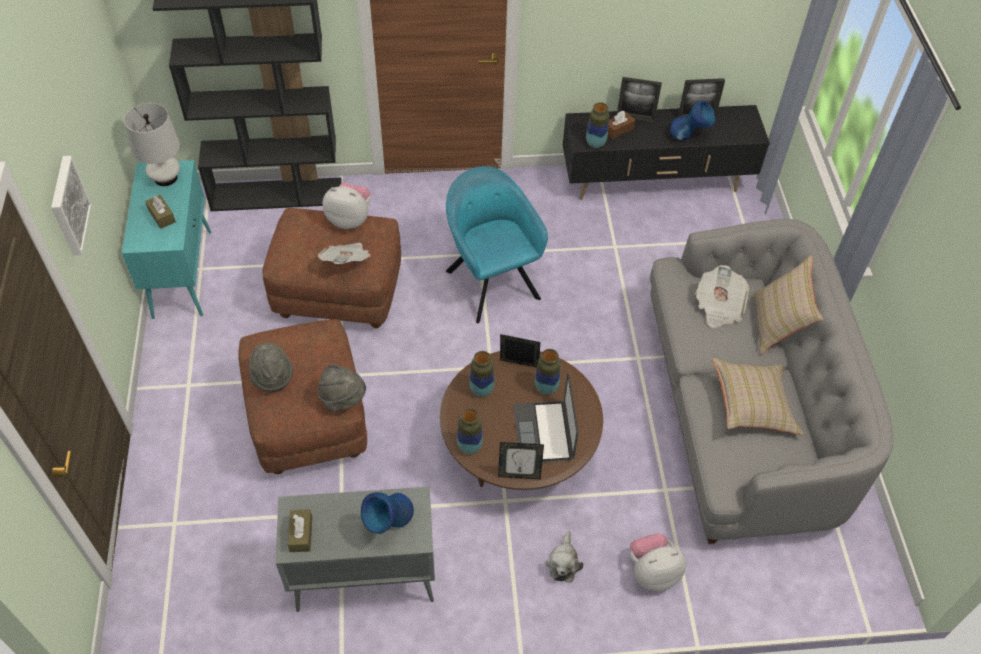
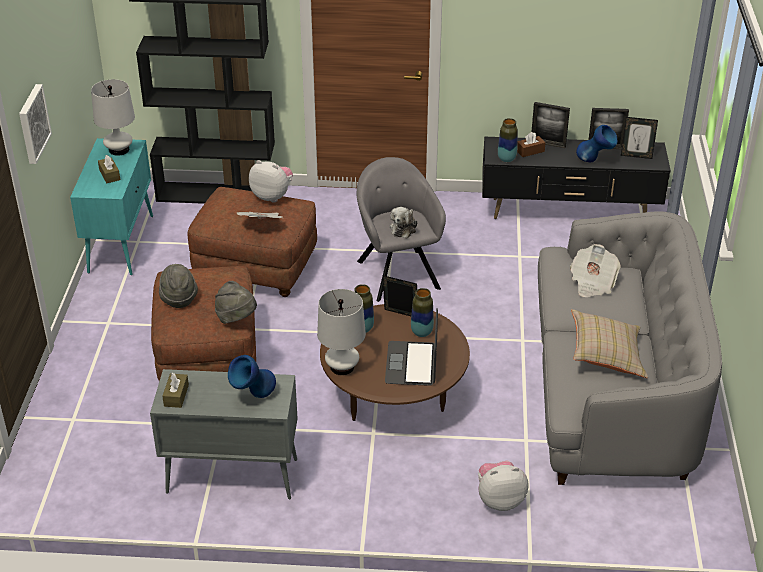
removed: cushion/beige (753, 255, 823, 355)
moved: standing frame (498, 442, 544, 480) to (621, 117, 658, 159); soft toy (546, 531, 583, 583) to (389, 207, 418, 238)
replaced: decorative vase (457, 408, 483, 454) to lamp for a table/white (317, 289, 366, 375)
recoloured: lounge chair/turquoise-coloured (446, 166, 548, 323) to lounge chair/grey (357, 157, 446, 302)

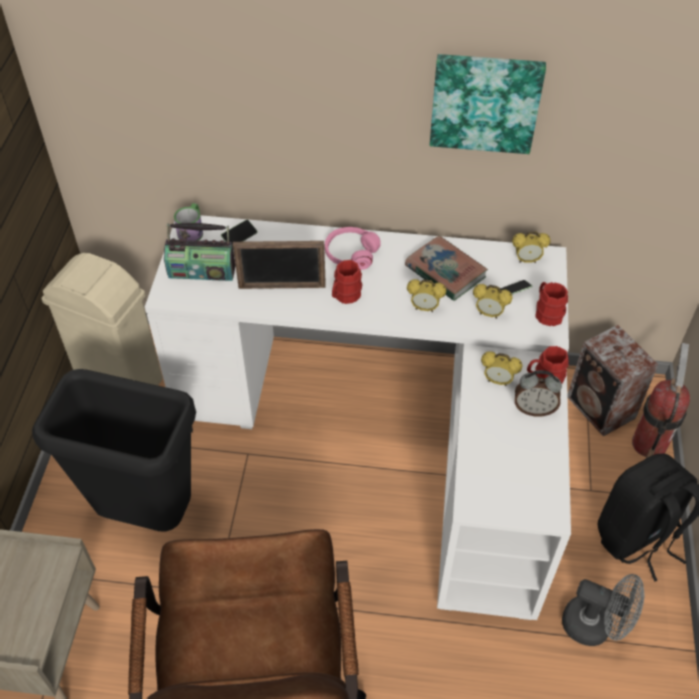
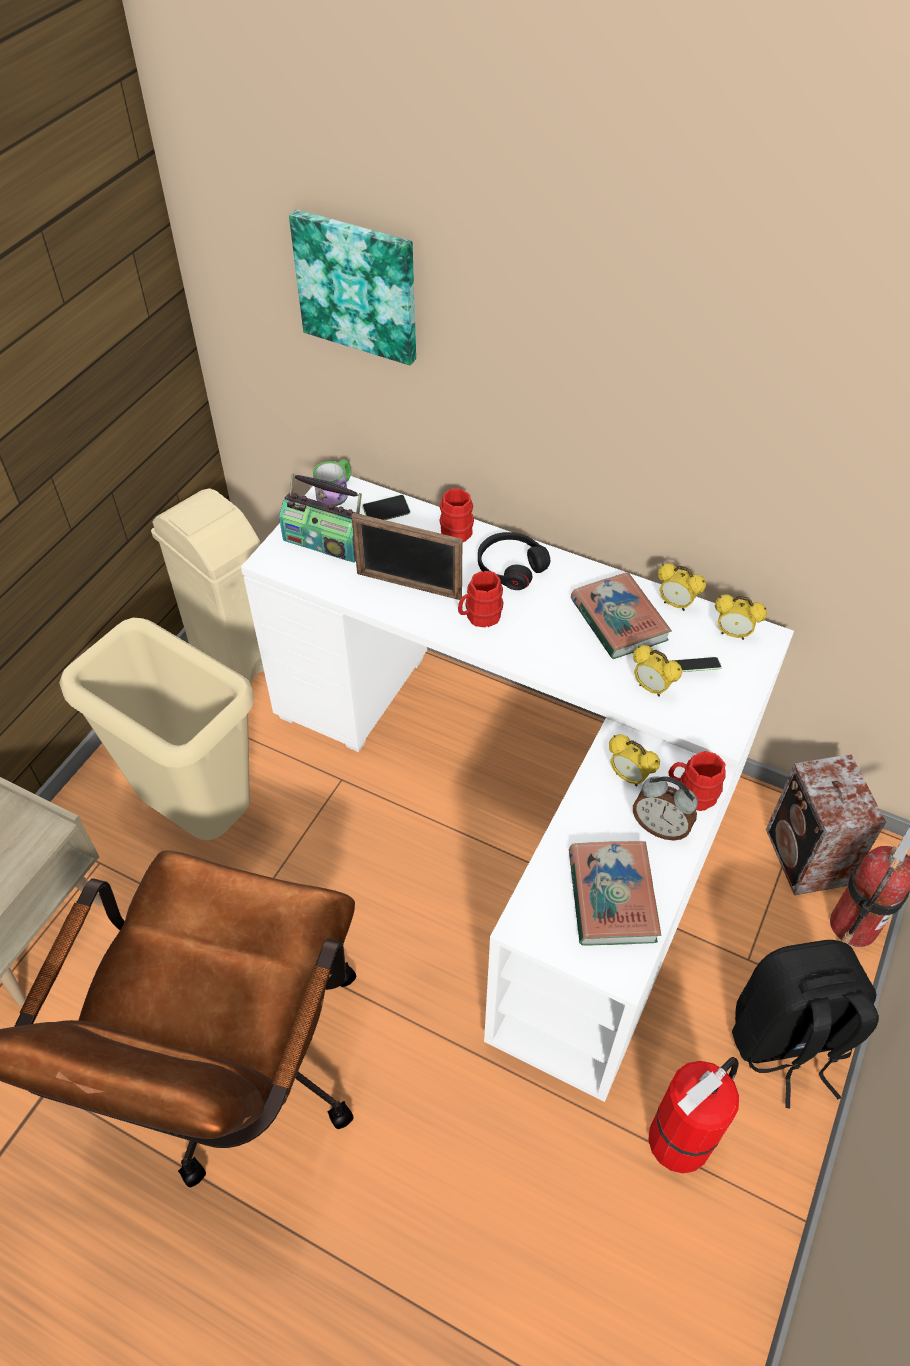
added: bound book (569, 841, 661, 946)
moved: bedside clock (407, 279, 446, 312) to (658, 563, 706, 611); wall art (430, 54, 546, 154) to (289, 210, 416, 365); mug/reddish (535, 282, 568, 326) to (440, 488, 474, 542)
replaced: fan/grey (562, 574, 645, 646) to fire-fighting cylinder (648, 1057, 739, 1174)
recoloured: rubbish bin/blackish (32, 369, 196, 532) to rubbish bin/beige (59, 618, 254, 840); headset/pink (325, 227, 381, 270) to headset/blackish (478, 532, 550, 590)

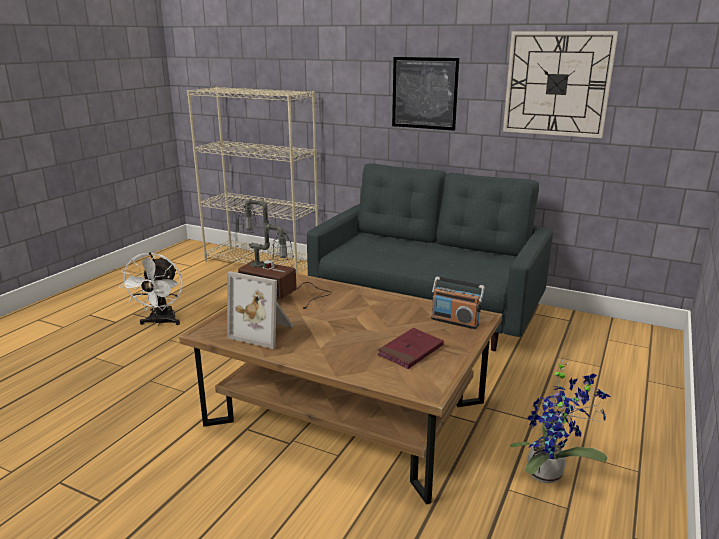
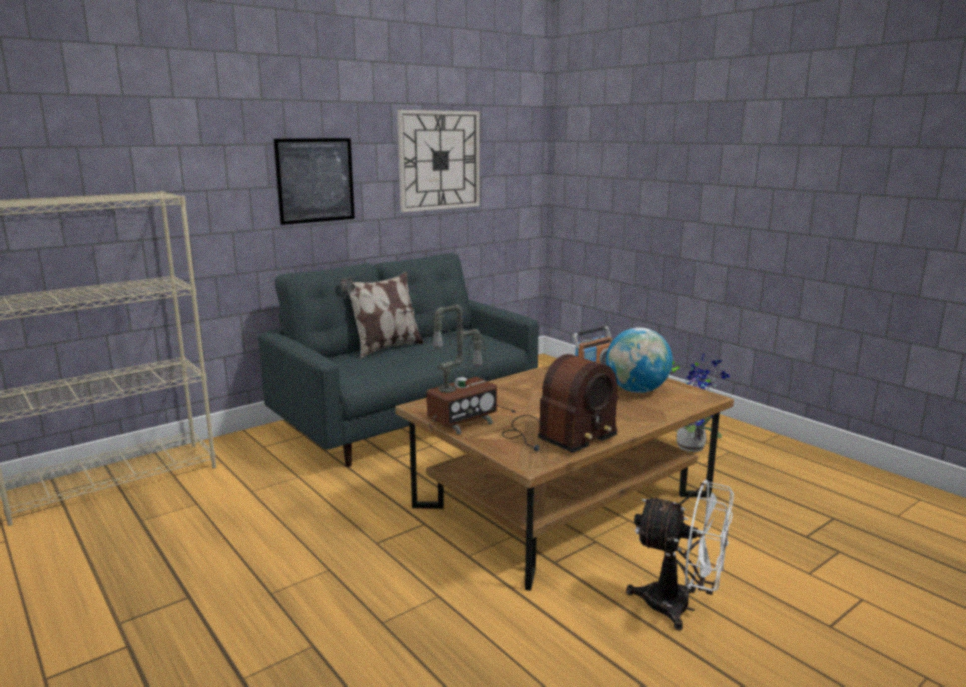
added: cushion (340, 272, 424, 358)
moved: fan/white (120, 252, 183, 326) to (626, 480, 734, 631)
replaced: standing frame (227, 271, 293, 349) to radio (502, 354, 618, 453); bound book/reddish (377, 328, 444, 369) to globe (606, 327, 673, 393)

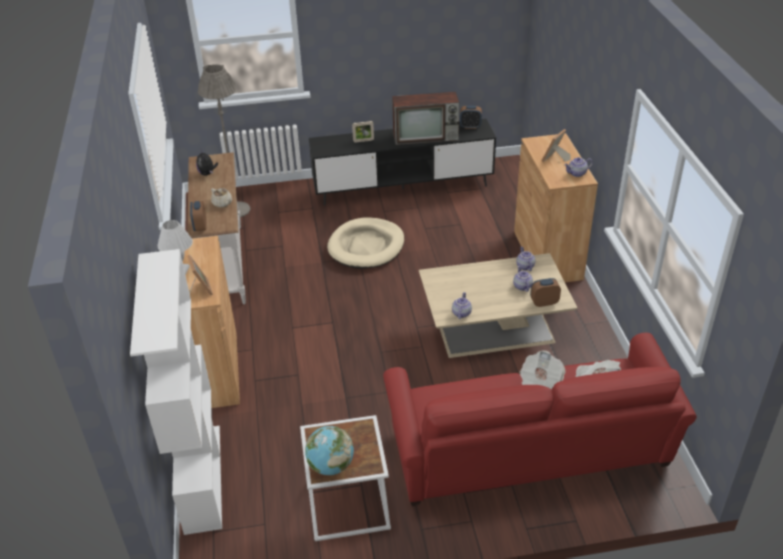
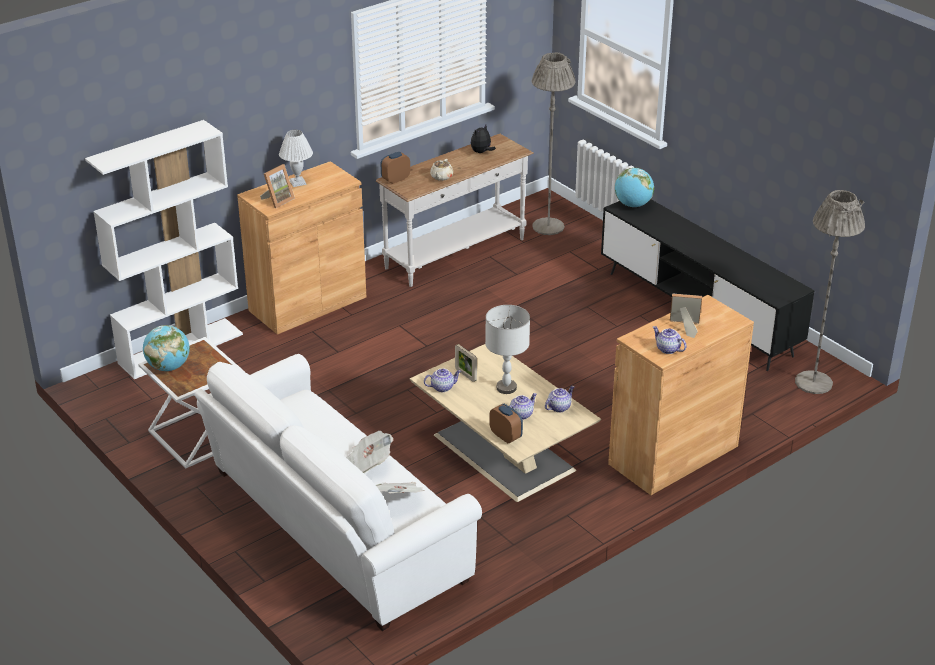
removed: dog bed/beige (327, 217, 404, 269); TV set (392, 92, 459, 145); bedside clock (460, 105, 482, 129)
added: lamp for a table/grey (485, 305, 530, 394); globe (615, 168, 654, 207); floor lamp/grey (795, 190, 865, 394)
moved: standing frame (352, 121, 374, 143) to (455, 344, 477, 382)
recoloured: settee/reddish (383, 333, 697, 506) to settee/white (195, 354, 482, 631)

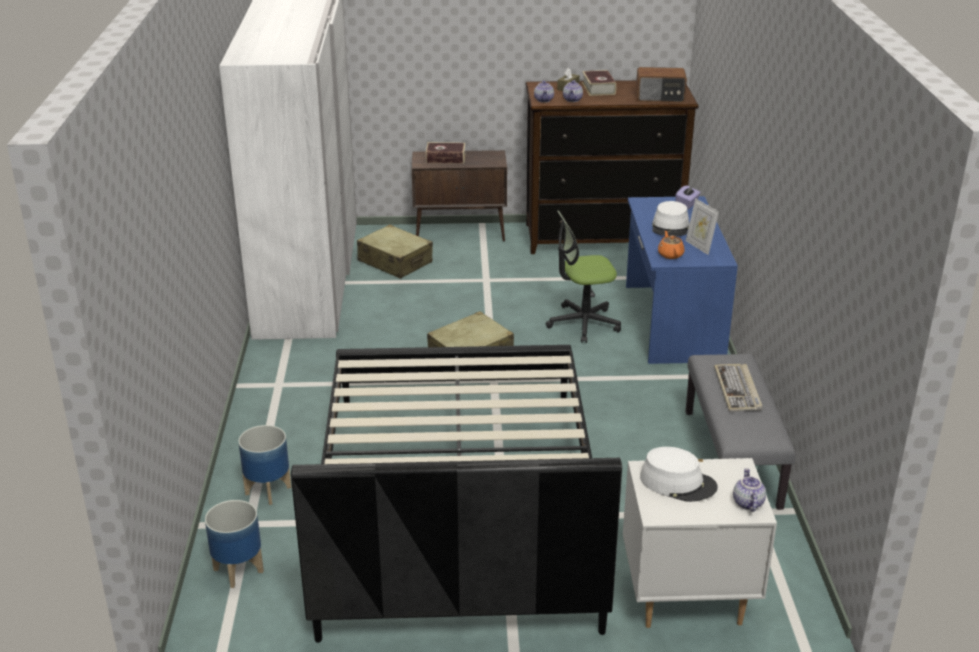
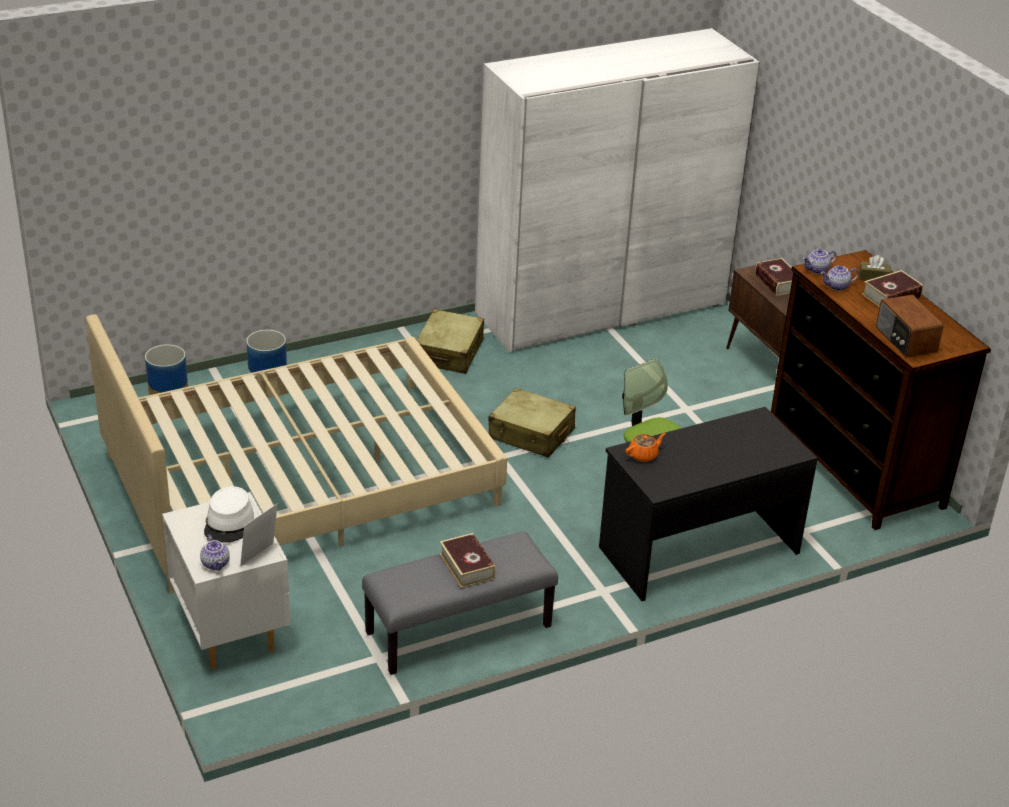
removed: hat/white (652, 201, 689, 236); tissue box/purple (675, 185, 701, 209)
moved: suitcase/beige (357, 225, 433, 279) to (417, 309, 484, 374); standing frame (686, 198, 719, 255) to (240, 503, 278, 566)
replaced: PC keyboard (714, 364, 763, 412) to bound book (440, 533, 496, 588)
recoloured: bedroom bed/blackish (291, 345, 622, 643) to bedroom bed/beige (86, 315, 507, 593); desk unit/bluish (626, 196, 738, 364) to desk unit/blackish (599, 407, 818, 601)
turned: tea pot (733, 468, 766, 512) = (200, 535, 230, 571) 90 degrees clockwise

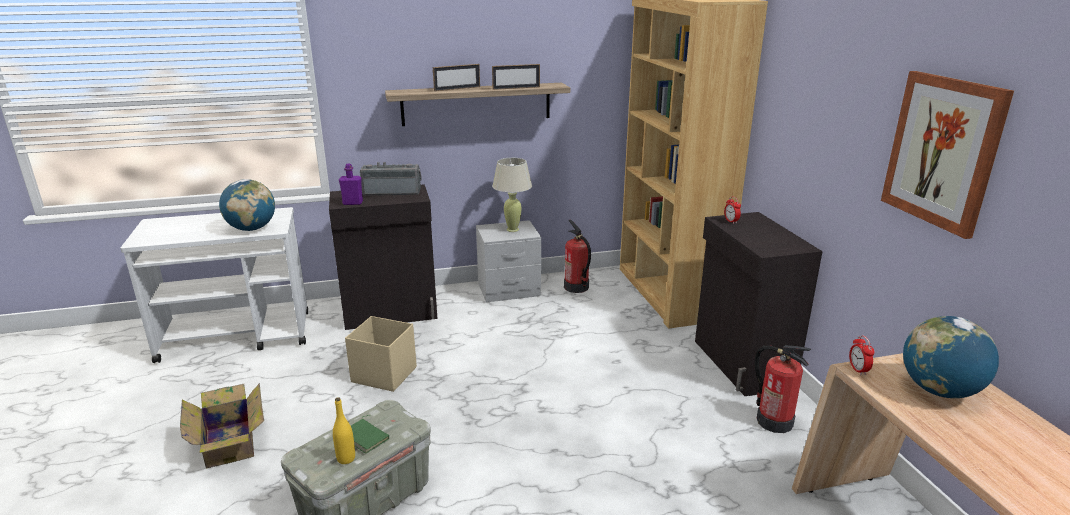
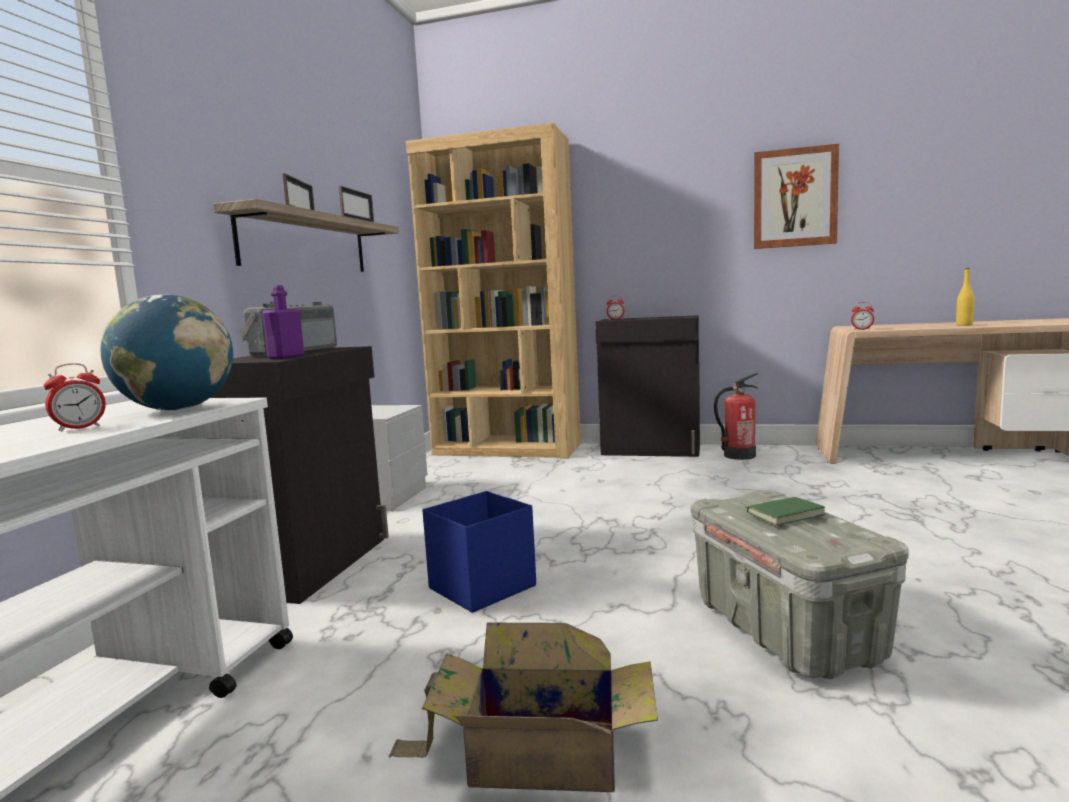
removed: lamp for a table/beige (492, 158, 532, 232); fire-fighting cylinder (564, 220, 591, 293); globe (903, 316, 999, 398)
added: bedside clock (44, 363, 106, 432)
moved: beverage bottle/yellow-coloured (333, 397, 355, 464) to (956, 268, 975, 326)
recoloured: storage container/beige (345, 316, 417, 392) to storage container/bluish (423, 491, 536, 613)

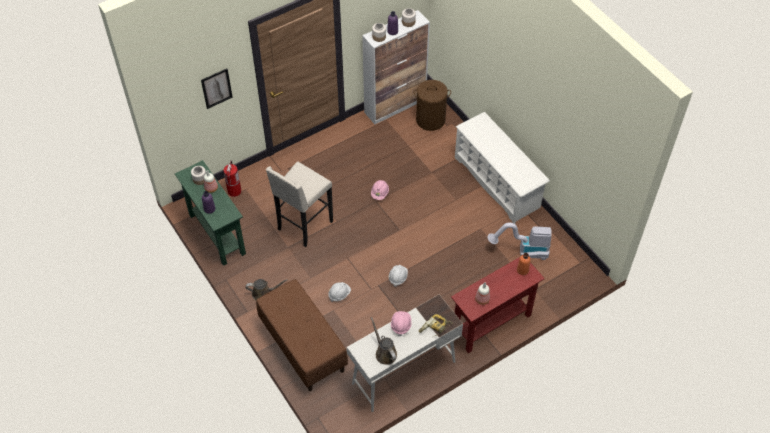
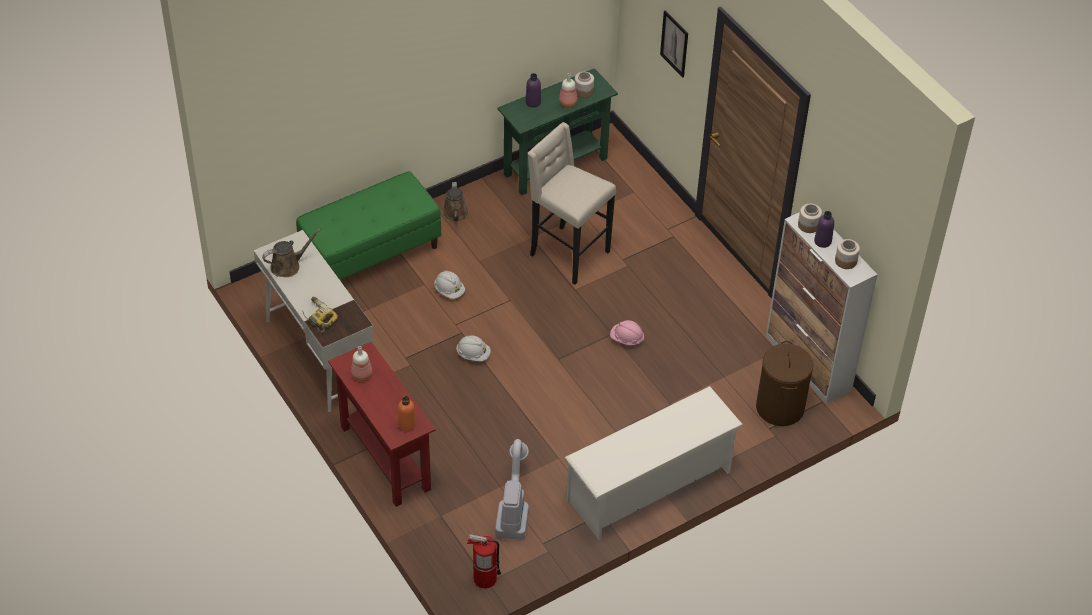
removed: hard hat/pink (391, 311, 412, 336)
moved: fire-fighting cylinder (223, 161, 242, 197) to (467, 534, 501, 589)
recoloured: long seat/brown-coloured (256, 279, 348, 391) to long seat/greenish (296, 171, 441, 280)

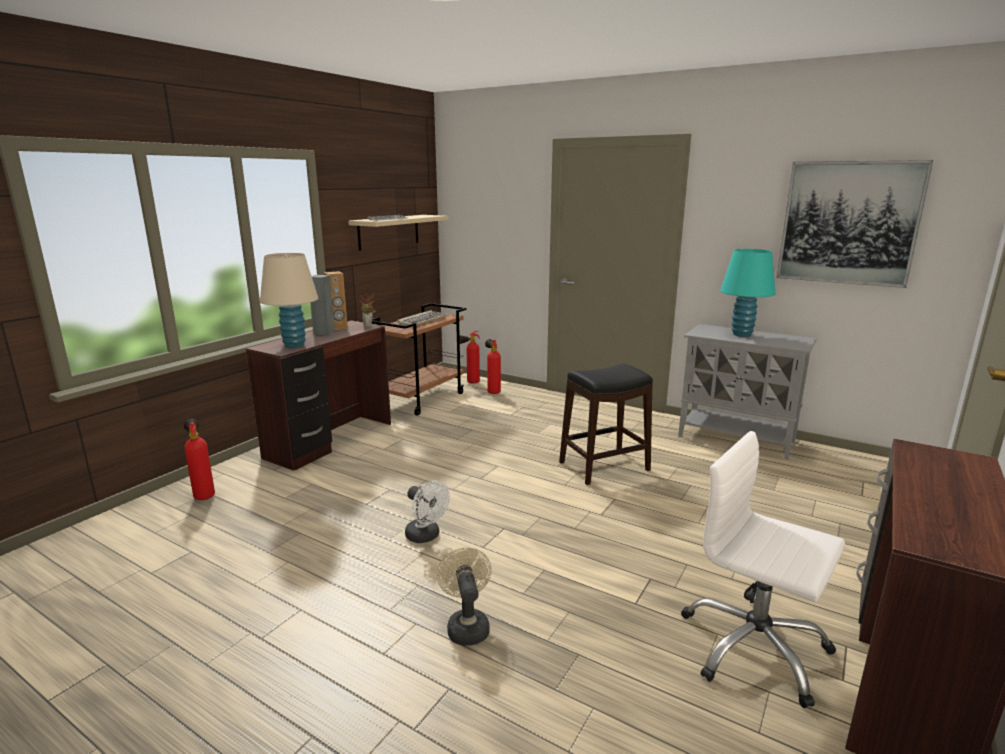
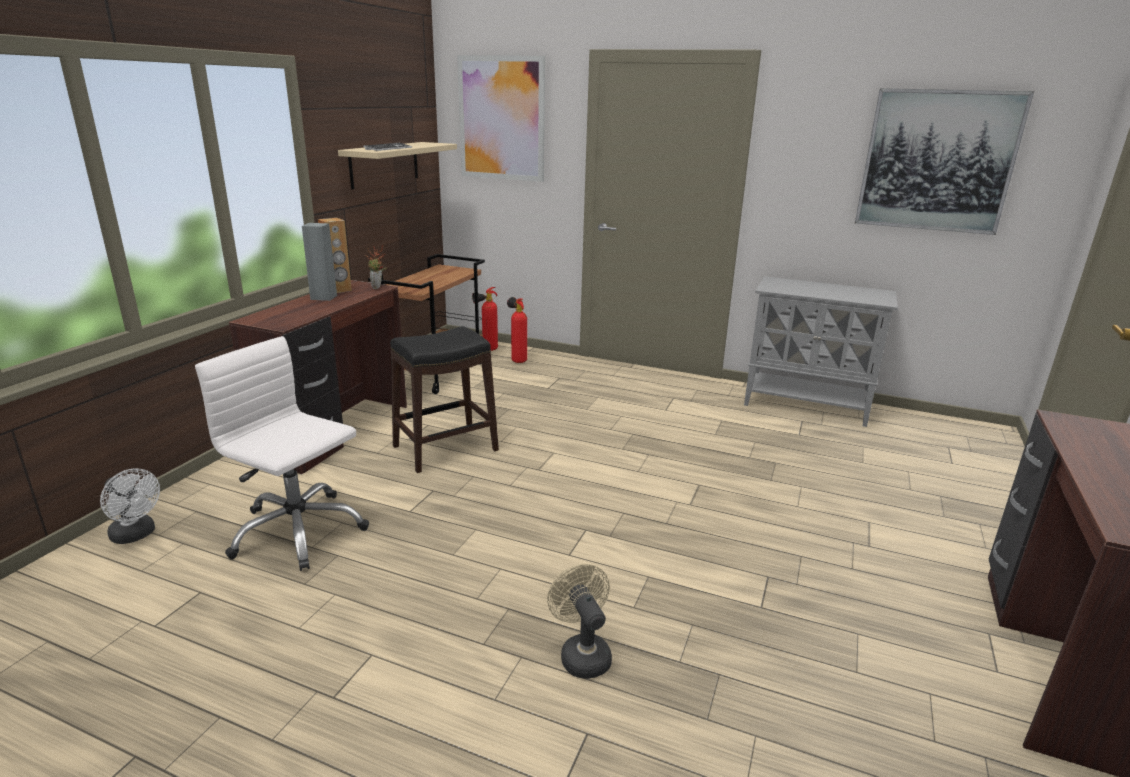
removed: fire-fighting cylinder (184, 419, 215, 500); lamp for a table/beige (260, 253, 319, 348); PC keyboard (397, 311, 449, 325); lamp for a table/turquoise-coloured (720, 249, 775, 337)
added: wall art (457, 55, 545, 182)
moved: fan/white (405, 480, 450, 543) to (100, 468, 160, 544); stool/blackish (559, 364, 653, 485) to (390, 326, 499, 473); desk chair/white (681, 431, 845, 708) to (195, 336, 369, 571)

